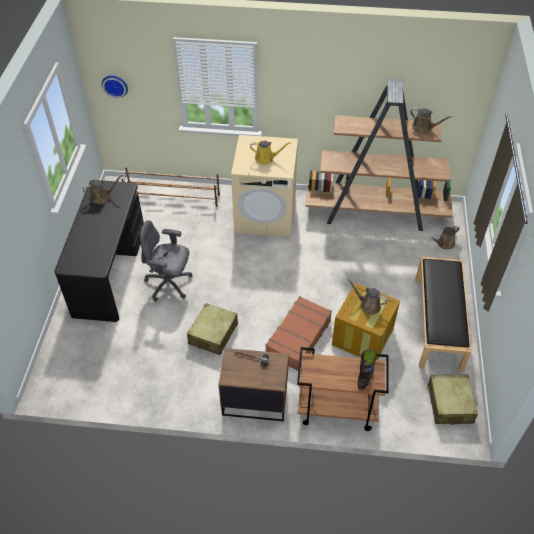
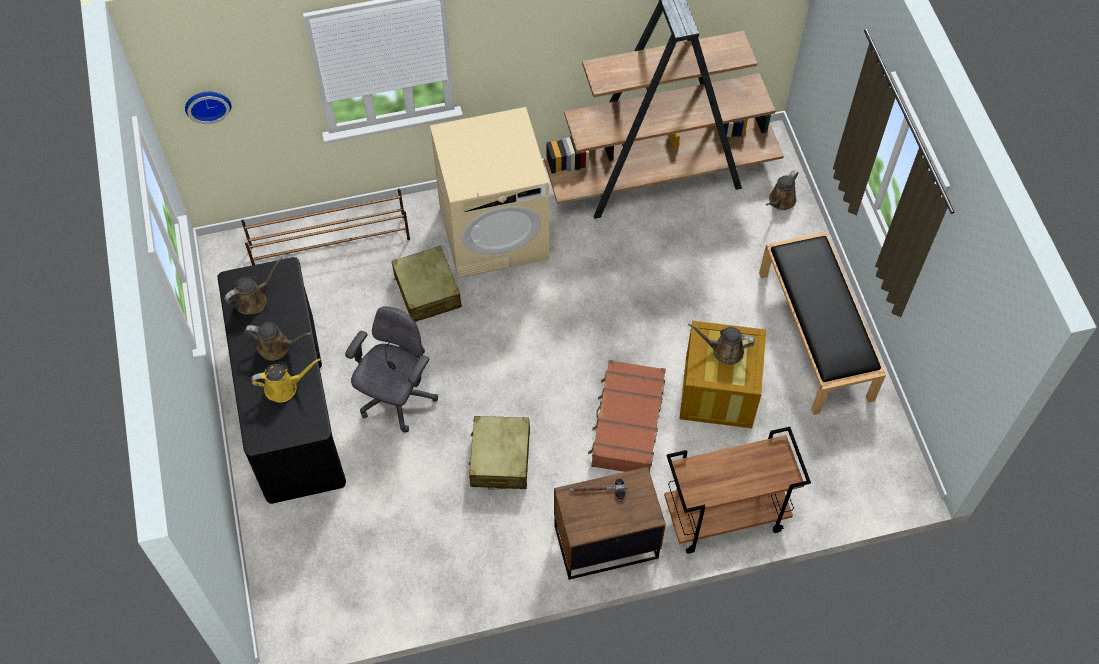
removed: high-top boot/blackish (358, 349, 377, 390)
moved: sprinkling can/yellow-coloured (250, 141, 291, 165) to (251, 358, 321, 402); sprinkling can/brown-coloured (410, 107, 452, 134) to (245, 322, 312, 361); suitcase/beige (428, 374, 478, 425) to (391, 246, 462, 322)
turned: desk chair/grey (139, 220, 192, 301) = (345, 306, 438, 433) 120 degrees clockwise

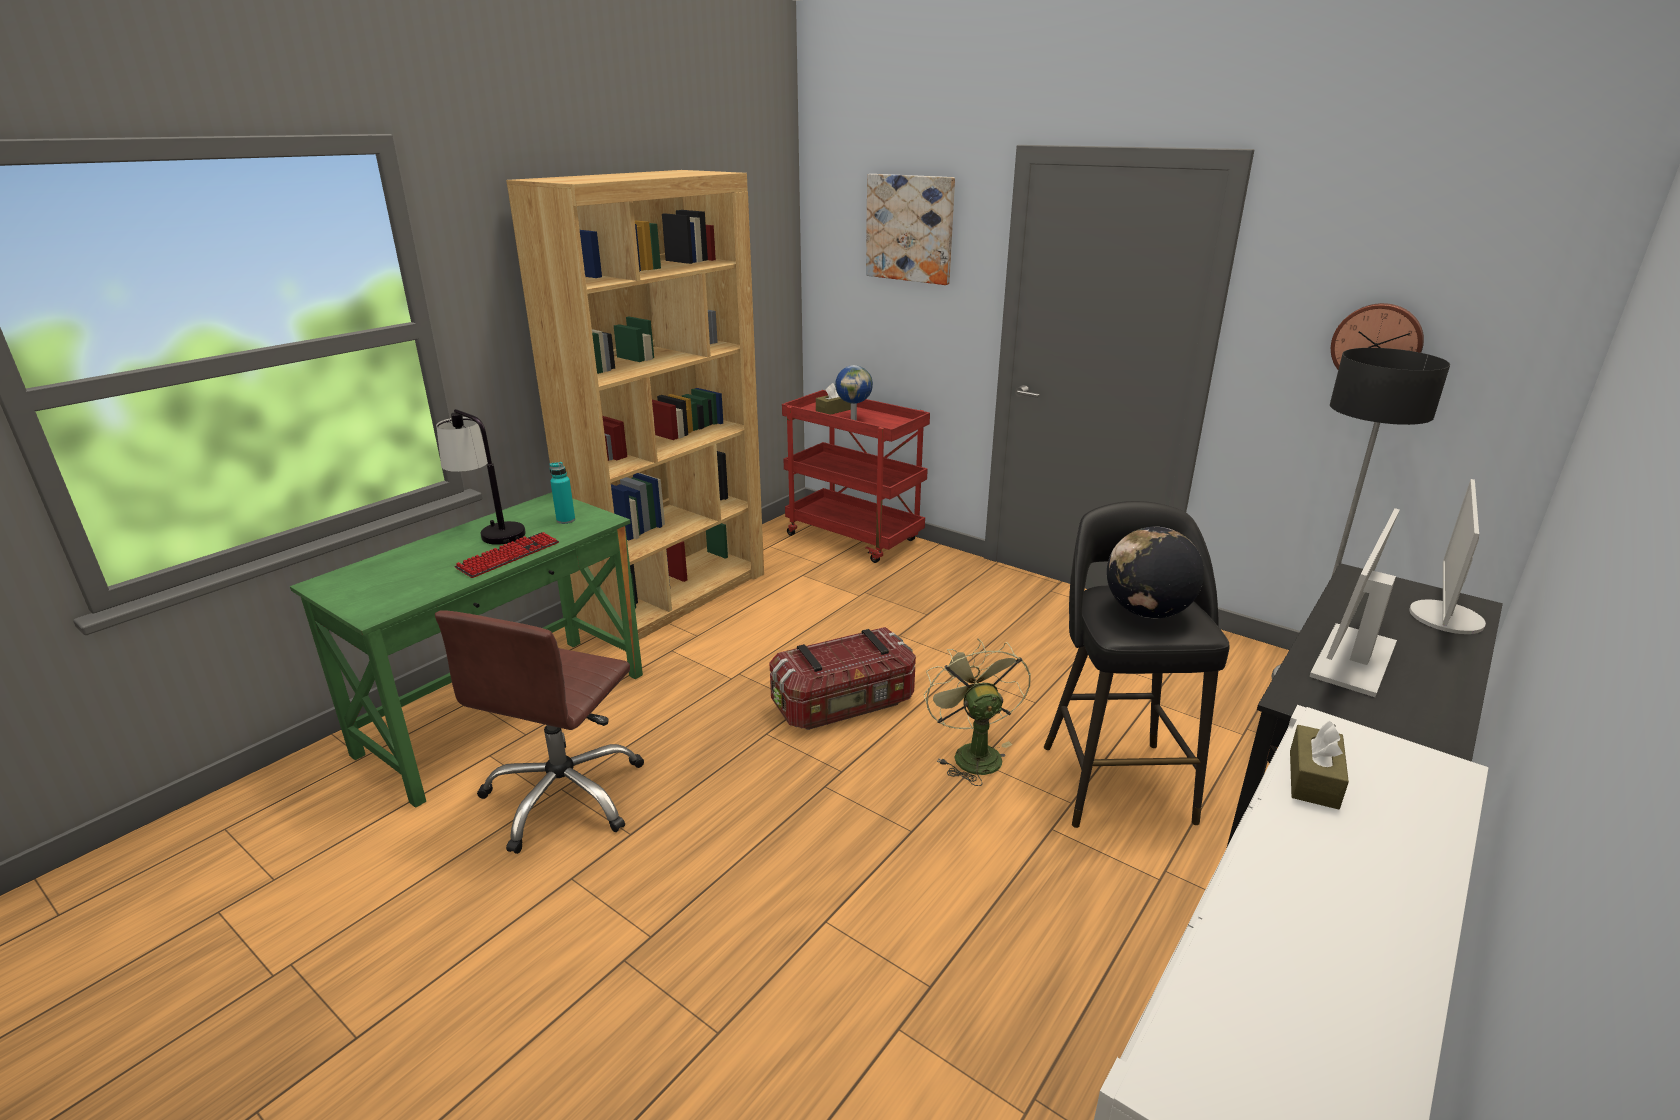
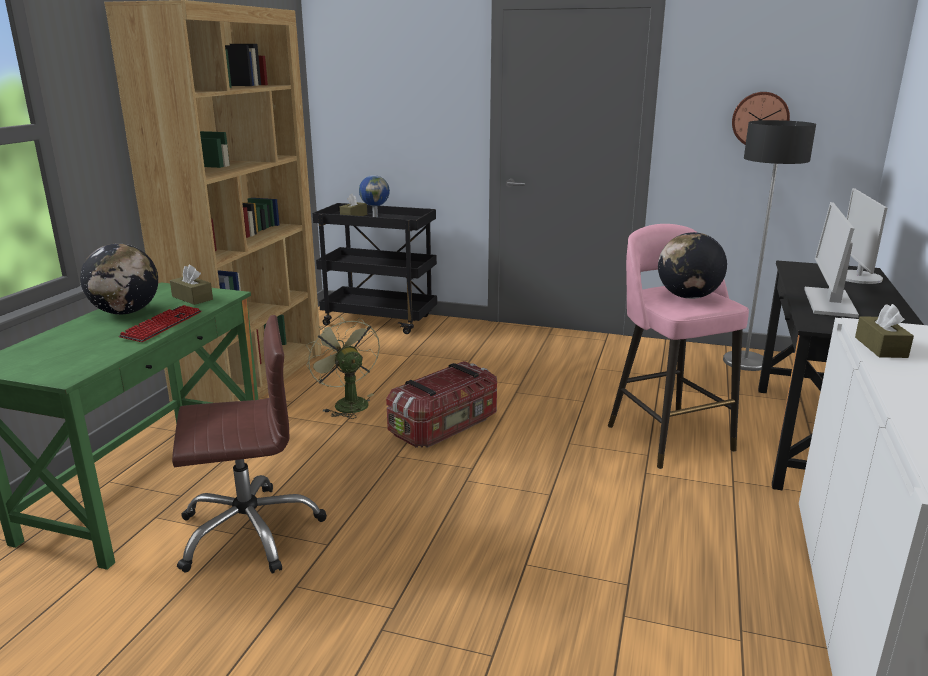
removed: wall art (866, 174, 955, 285)
moved: fan/greenish (924, 639, 1031, 786) to (306, 316, 380, 419)
replaced: lamp for a table (436, 409, 526, 545) to globe (80, 244, 158, 314); beverage bottle/turquoise-coloured (550, 462, 575, 524) to tissue box/brown-coloured (170, 265, 213, 305)
recoloured: trolley/reddish (782, 390, 930, 563) to trolley/blackish (313, 203, 437, 334); stool/blackish (1044, 501, 1229, 828) to stool/pink (608, 224, 749, 469)
turned: desk chair/brown-coloured (435, 610, 644, 854) = (172, 315, 327, 574) 105 degrees counterclockwise

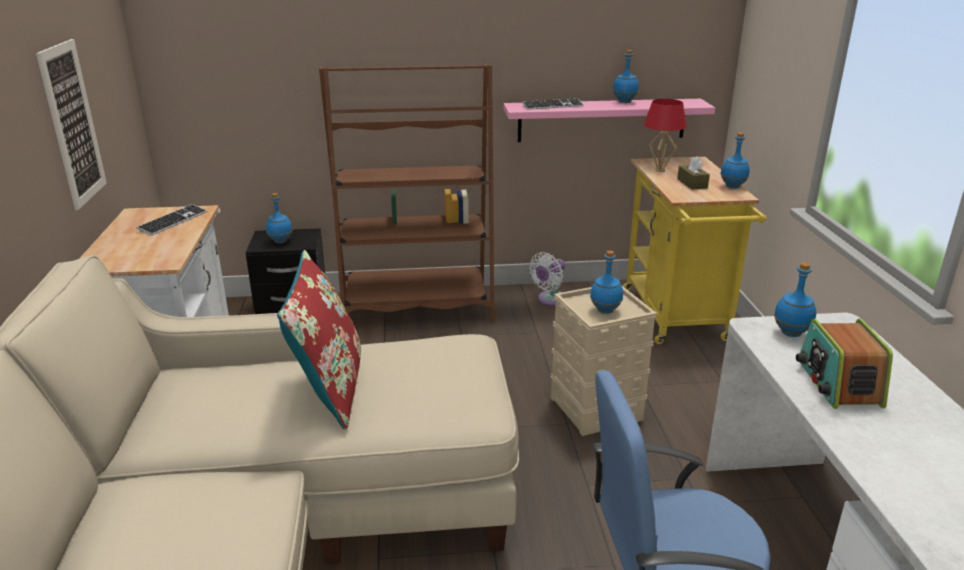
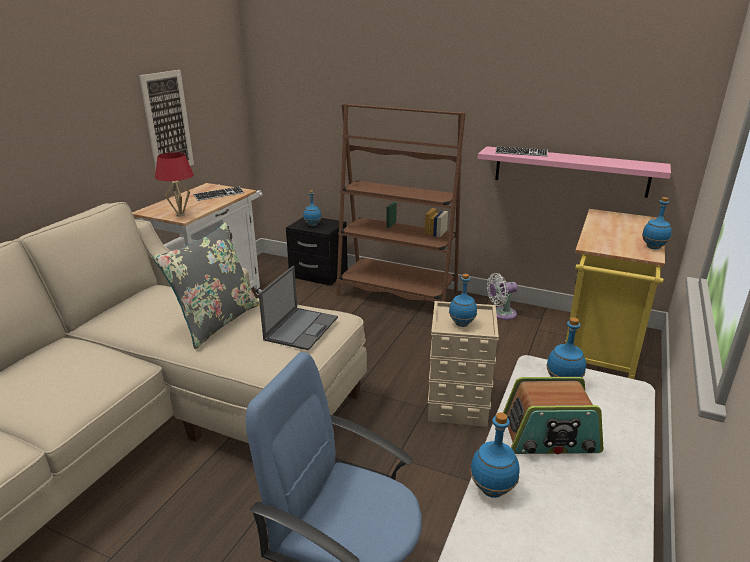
removed: tissue box/brown-coloured (677, 156, 710, 190)
added: laptop (259, 266, 338, 351)
moved: beverage bottle/bluish (613, 50, 639, 103) to (470, 412, 520, 498); lamp for a table/reddish (644, 99, 687, 172) to (155, 152, 194, 217)
recoloured: cushion/reddish (277, 250, 361, 430) to cushion/grey (153, 223, 260, 349)
turned: radio (796, 319, 893, 409) = (503, 377, 603, 454) 120 degrees counterclockwise

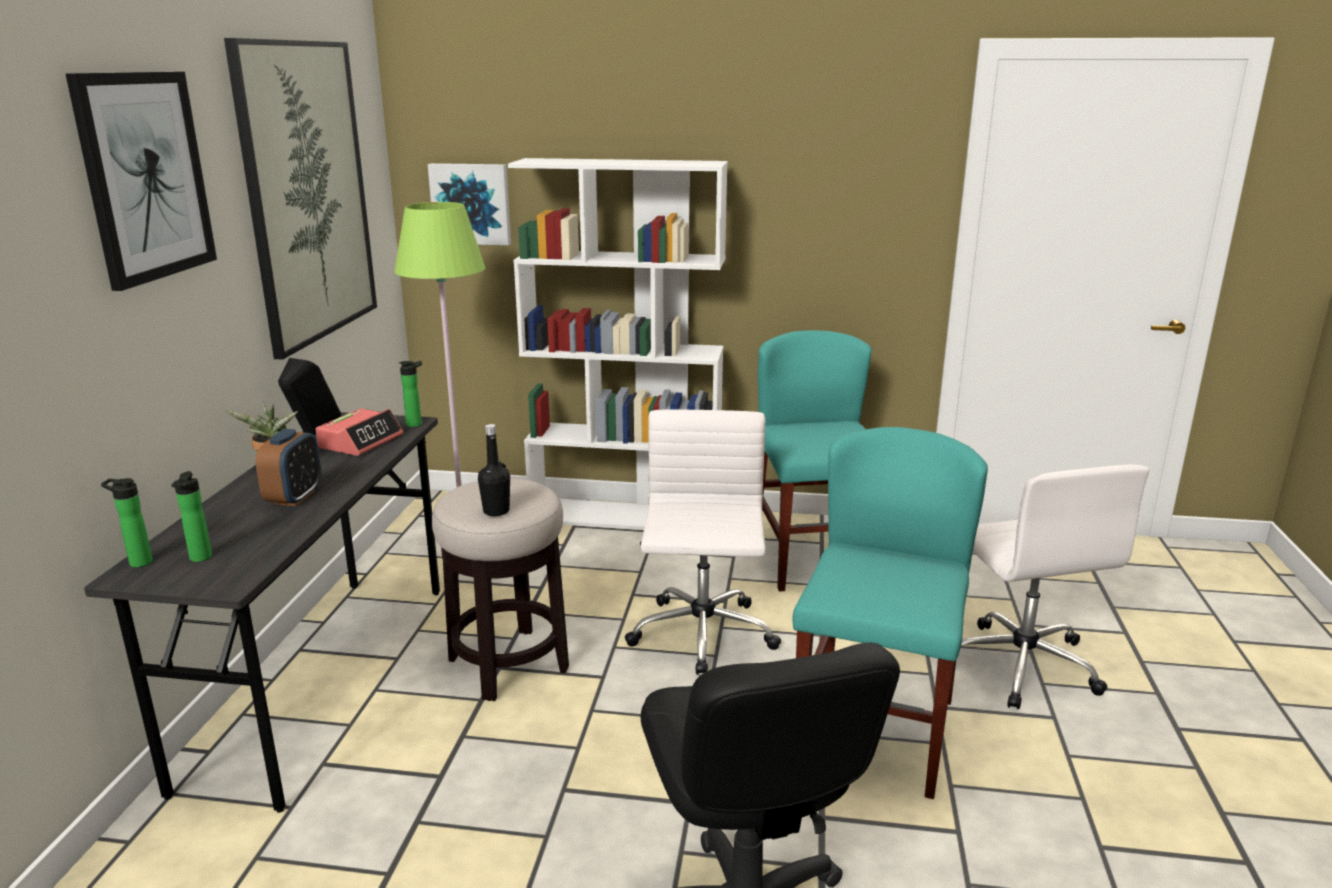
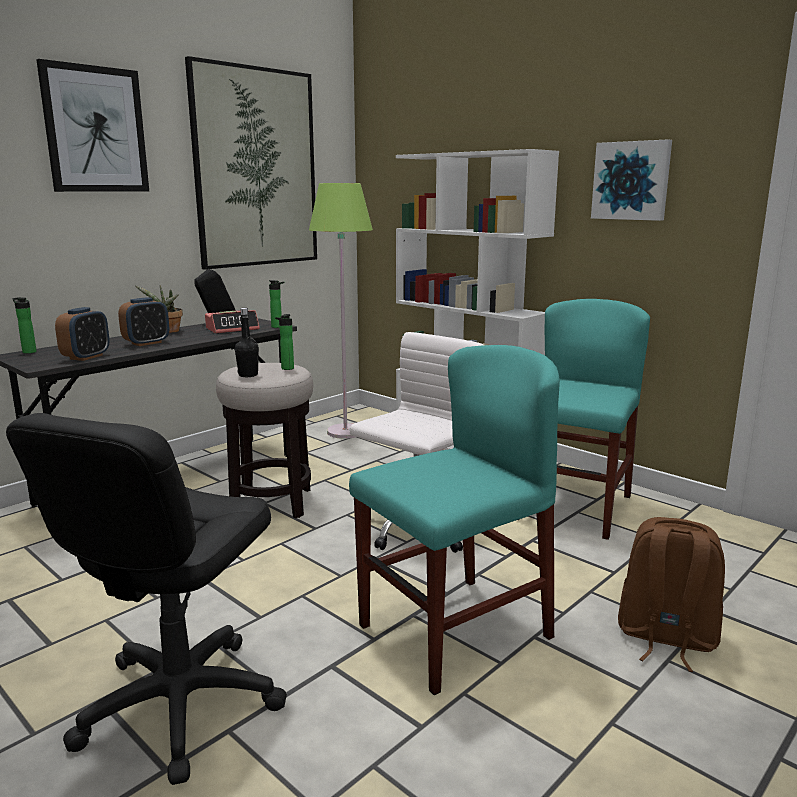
added: bedside clock (55, 307, 110, 361)
moved: beverage bottle (171, 471, 212, 562) to (275, 314, 294, 370); wall art (428, 163, 511, 245) to (591, 139, 672, 221)
replaced: desk chair/white (961, 465, 1150, 709) to knapsack/brown-coloured (618, 517, 725, 672)

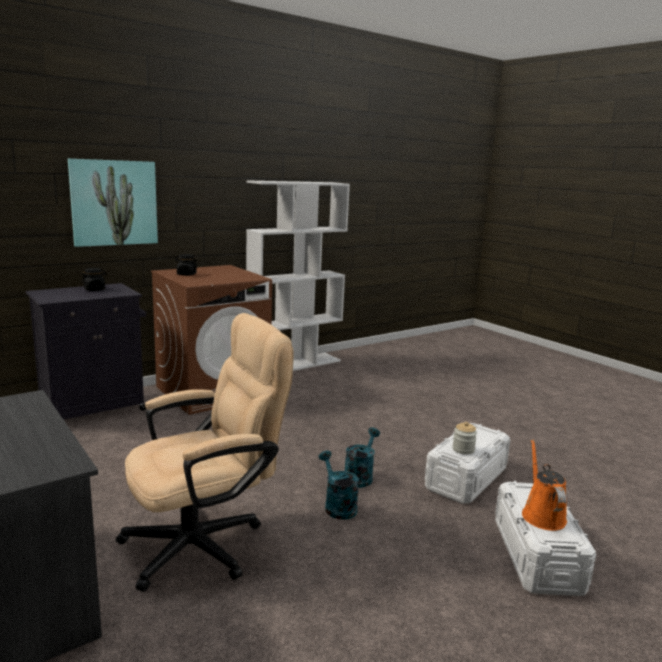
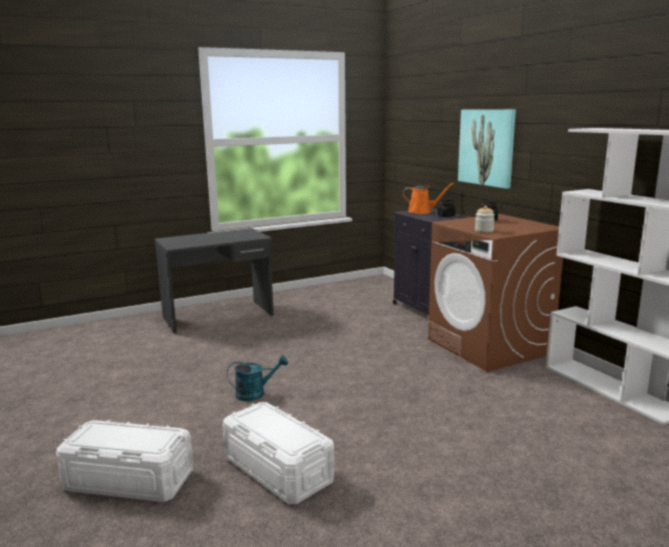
removed: desk chair/beige (116, 313, 294, 592); sprinkling can/turquoise-coloured (345, 428, 380, 488)
moved: storage jar (452, 422, 477, 455) to (475, 206, 495, 233); sprinkling can/orange (522, 440, 567, 531) to (403, 183, 454, 214)

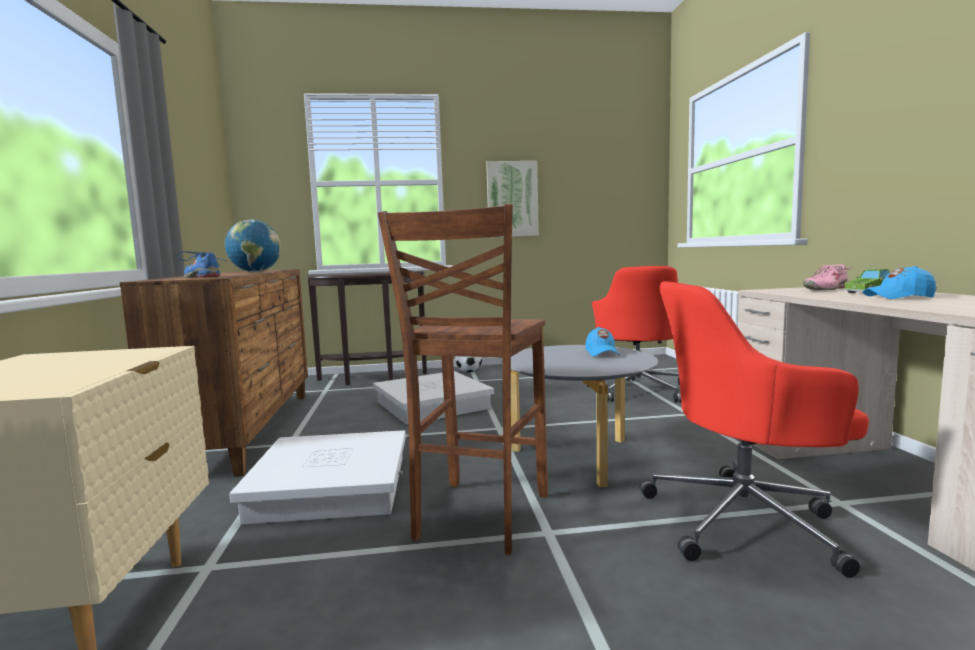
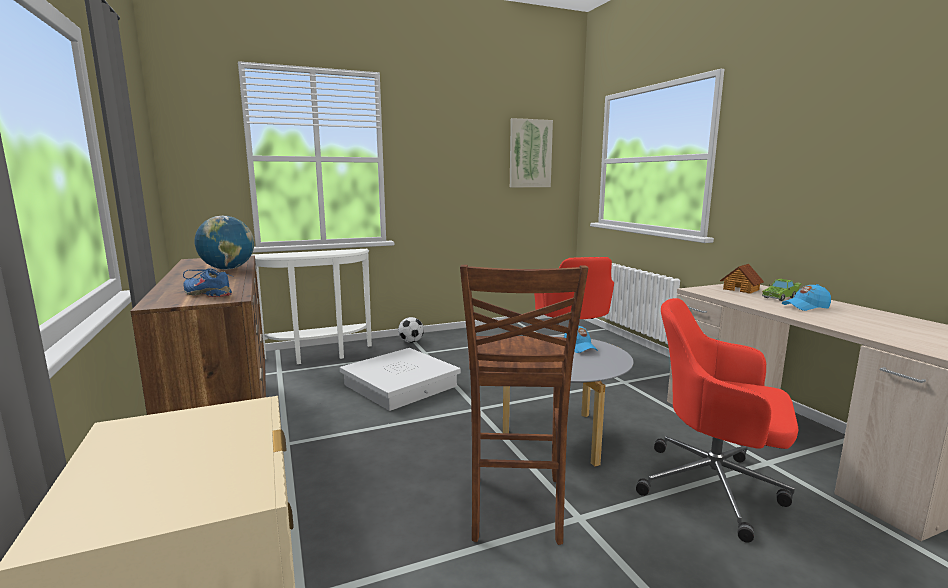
removed: storage container/white (229, 430, 406, 525)
moved: wall art (486, 161, 539, 237) to (510, 118, 553, 187)
replaced: low shoe/pink (803, 264, 852, 290) to miniature house (720, 264, 764, 294)
recoloured: narrow table/brown-coloured (307, 271, 427, 385) to narrow table/white (251, 249, 372, 364)
turned: desk chair/reddish (639, 281, 869, 578) = (636, 298, 799, 543) 45 degrees clockwise

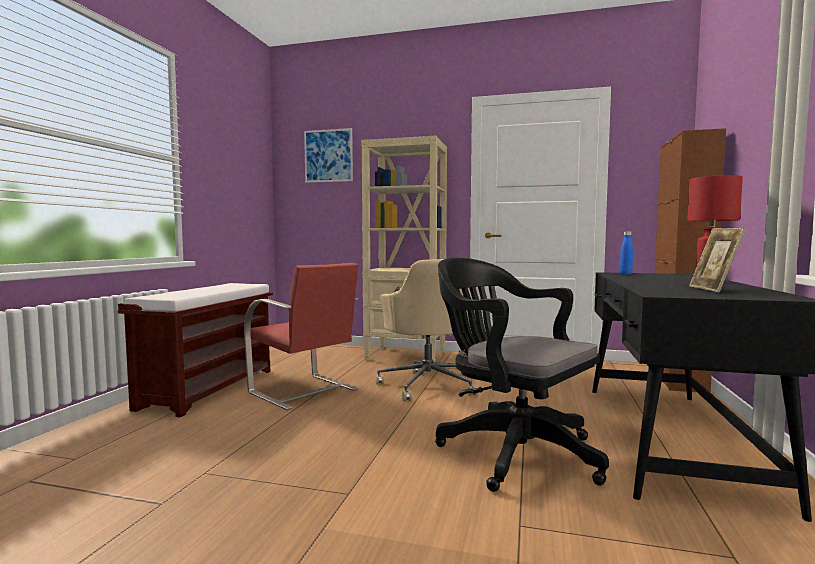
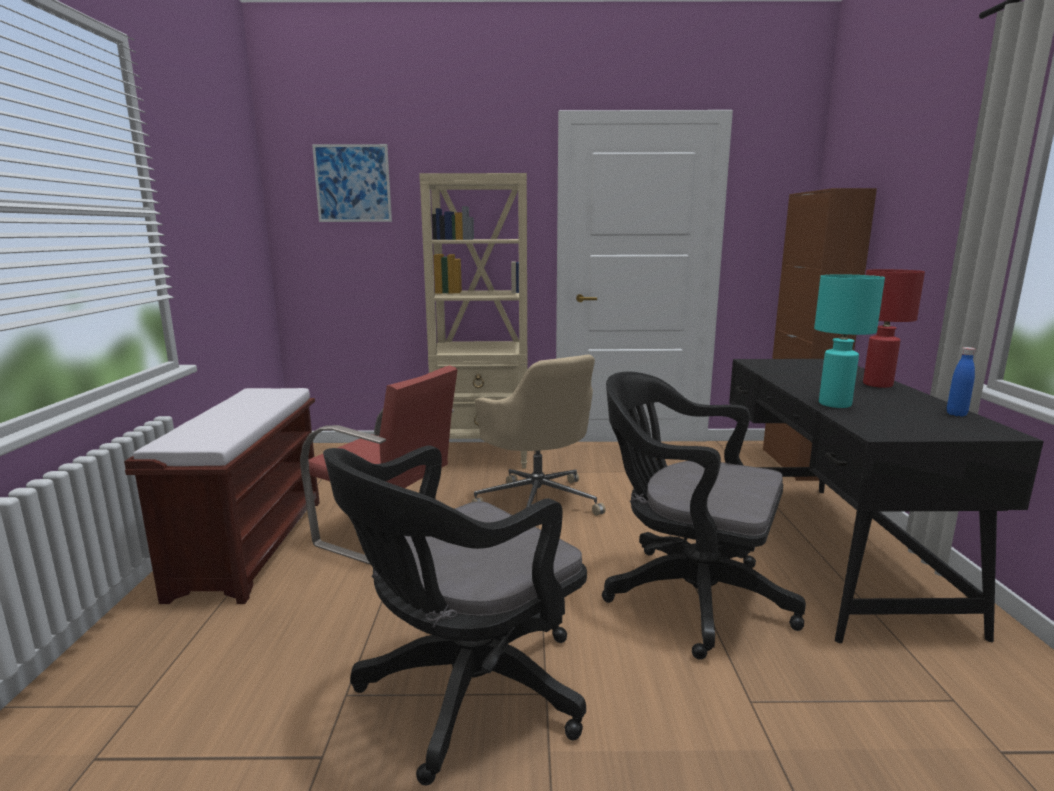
removed: standing frame (689, 228, 746, 293)
added: desk chair/blackish (323, 445, 587, 786); lamp for a table/turquoise-coloured (814, 274, 885, 408)
moved: beverage bottle/bluish (620, 231, 633, 275) to (947, 347, 976, 417)

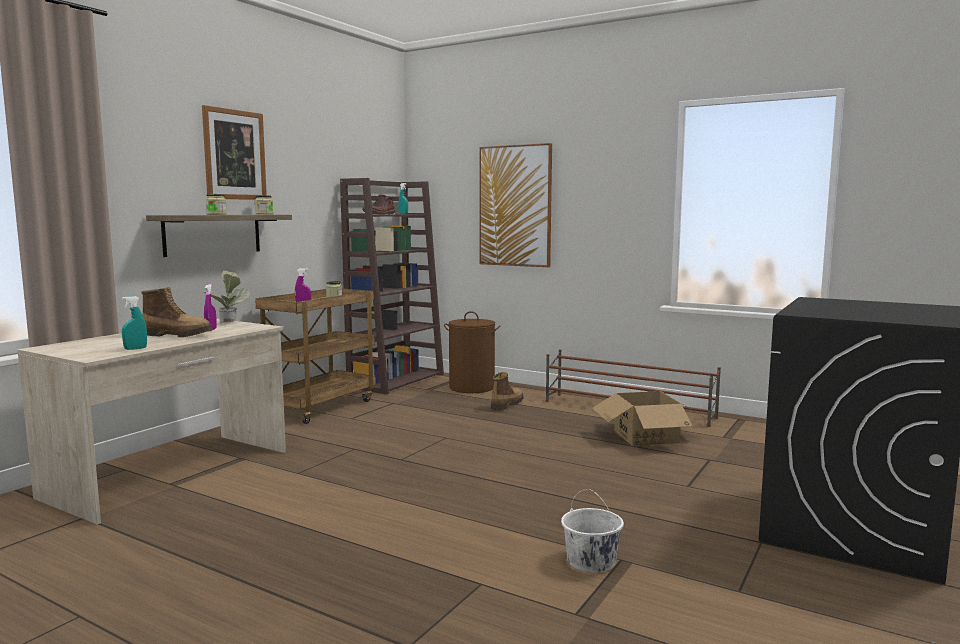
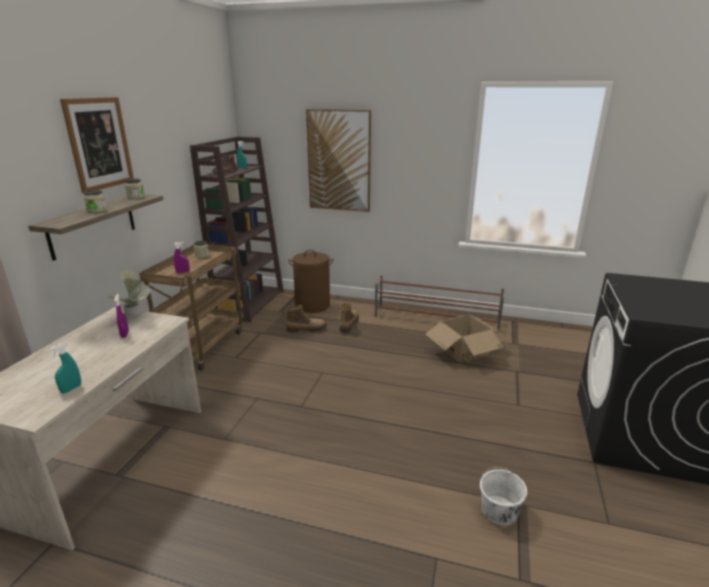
moved: high-top boot (141, 287, 213, 337) to (286, 305, 327, 333)

